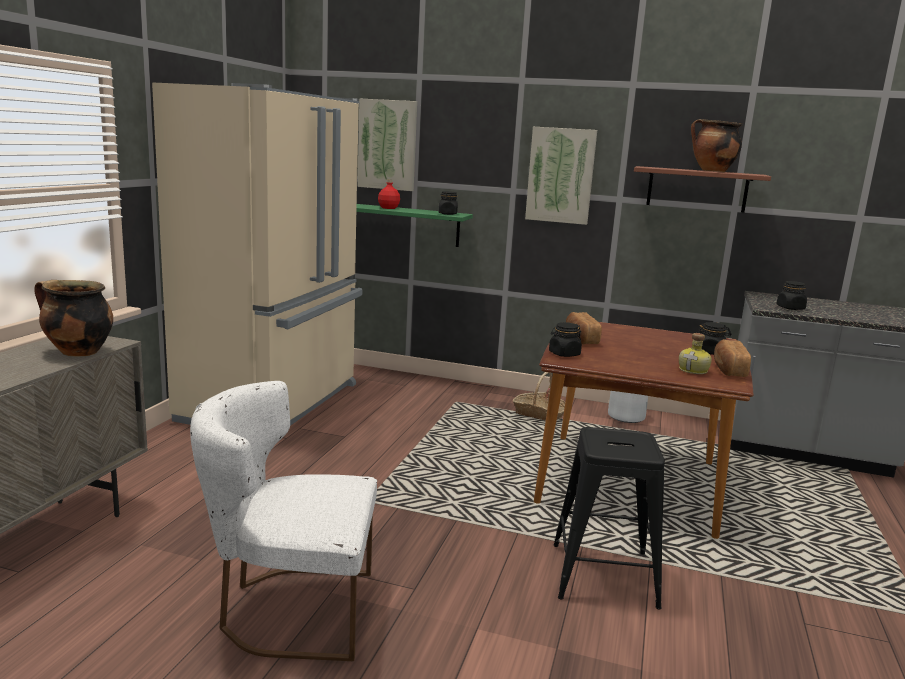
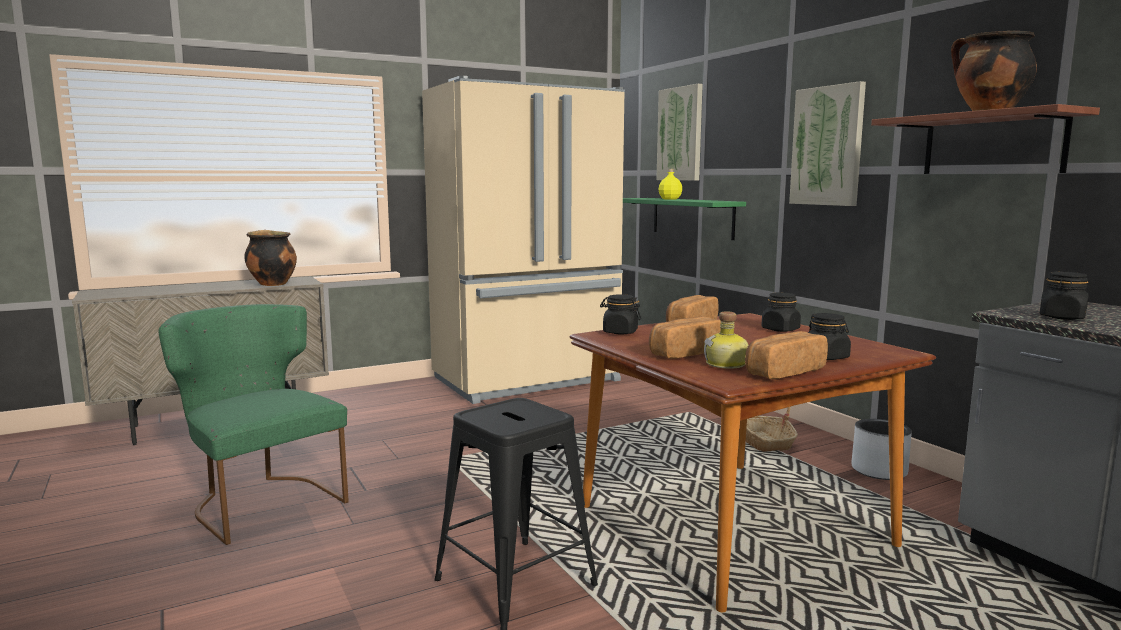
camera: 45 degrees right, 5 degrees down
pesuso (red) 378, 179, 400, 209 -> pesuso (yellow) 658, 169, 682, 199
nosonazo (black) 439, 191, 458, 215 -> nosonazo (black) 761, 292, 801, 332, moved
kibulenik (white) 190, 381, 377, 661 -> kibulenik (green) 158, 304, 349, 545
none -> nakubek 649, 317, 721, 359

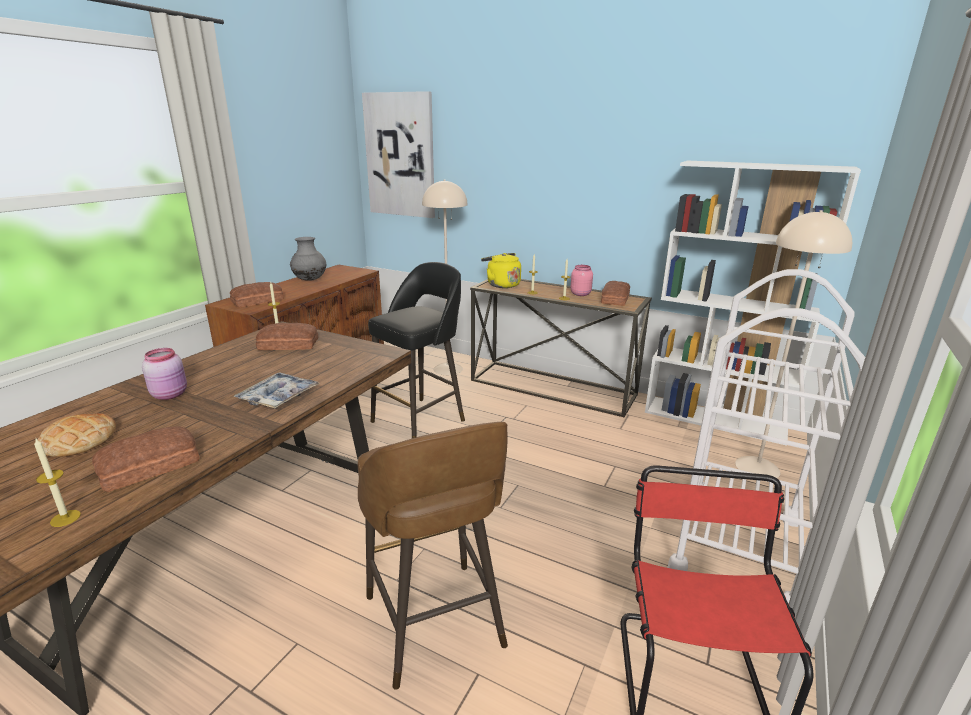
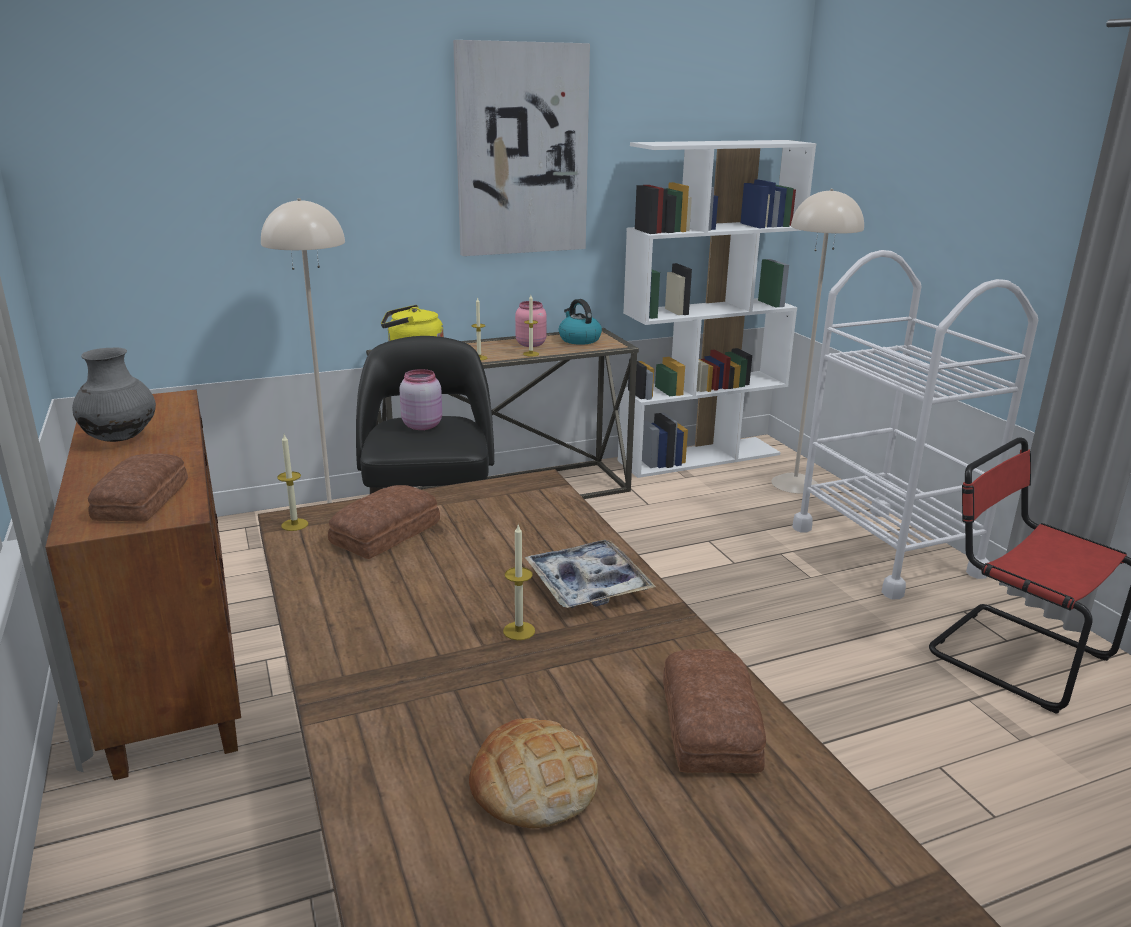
camera: 50 degrees left, 0 degrees up
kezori 362, 91, 435, 218 -> kezori 453, 40, 590, 256, moved
nakubek 601, 281, 630, 306 -> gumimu 559, 299, 602, 345
nosonazo (pink) 142, 348, 187, 400 -> nosonazo (pink) 399, 369, 442, 430, moved
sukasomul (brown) 358, 422, 508, 690 -> none
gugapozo 34, 439, 81, 527 -> gugapozo 503, 525, 535, 640, moved

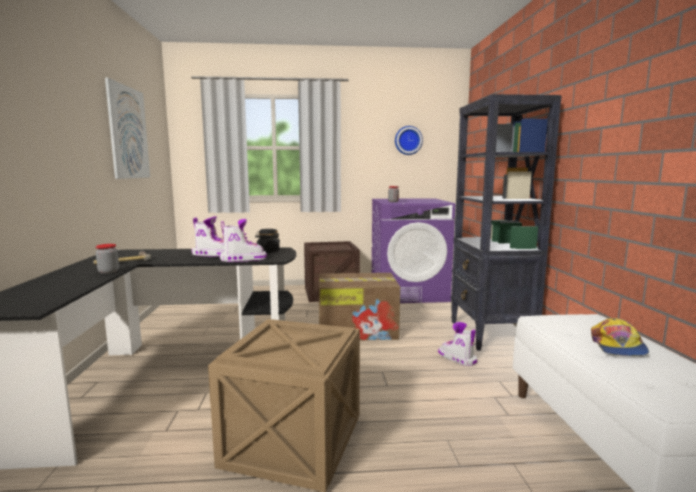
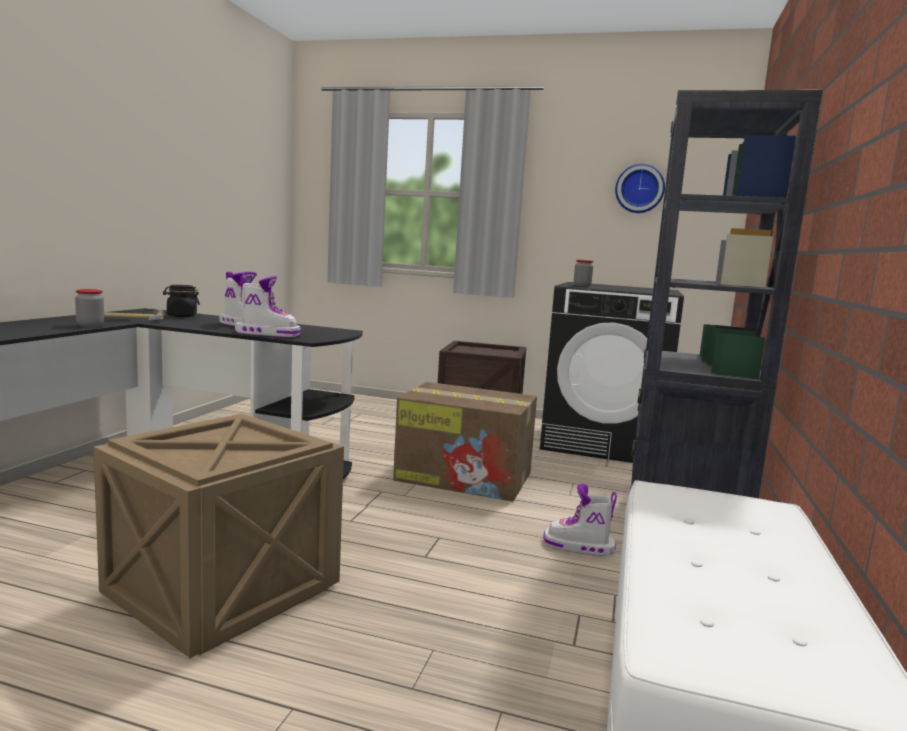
camera: 20 degrees right, 0 degrees up
kezori 105, 78, 150, 179 -> none
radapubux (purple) 372, 198, 455, 303 -> radapubux (black) 540, 282, 684, 463
nosonazo (black) 255, 229, 280, 253 -> nosonazo (black) 163, 285, 200, 317, moved
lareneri 591, 318, 649, 356 -> none
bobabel 438, 322, 477, 366 -> bobabel 543, 484, 617, 556, 60 degrees counterclockwise

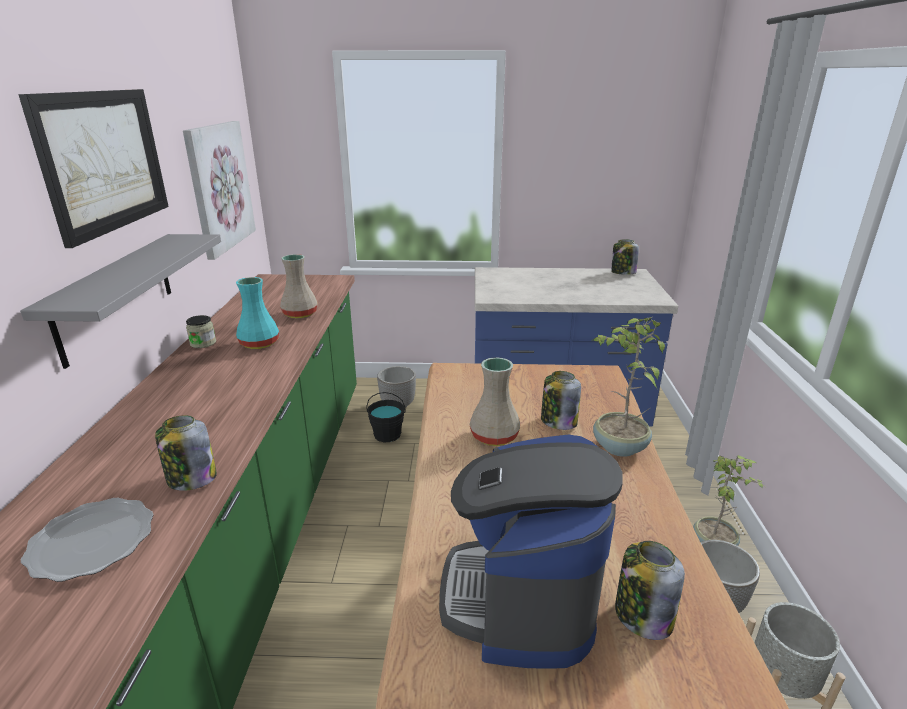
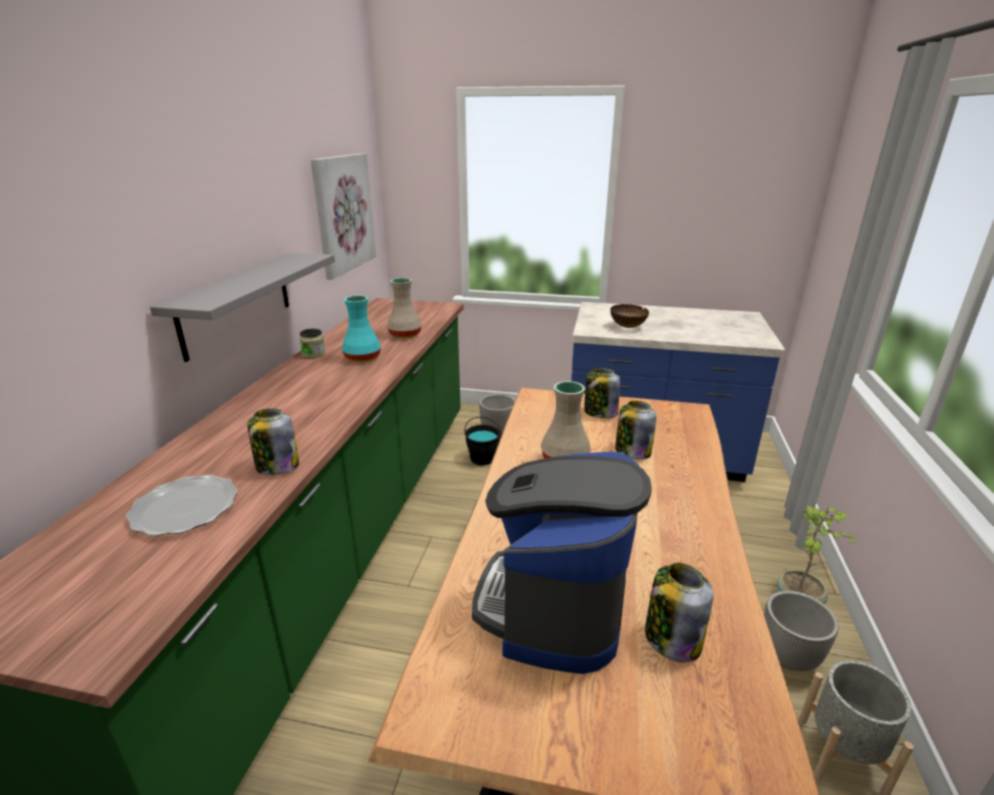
camera: 10 degrees right, 0 degrees up
kezori 18, 89, 169, 248 -> none
nosonazo 611, 240, 639, 275 -> nosonazo 584, 368, 620, 418, moved
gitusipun 591, 317, 665, 457 -> none
none -> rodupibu 610, 304, 649, 328

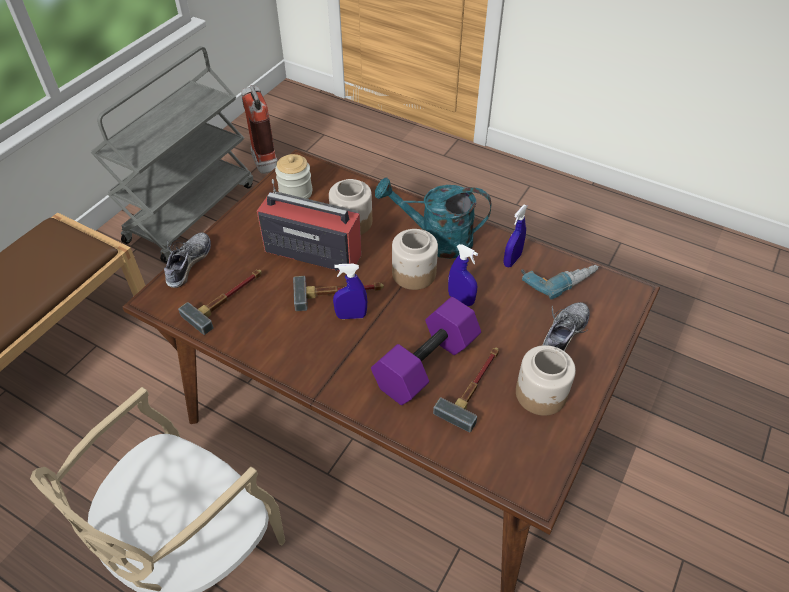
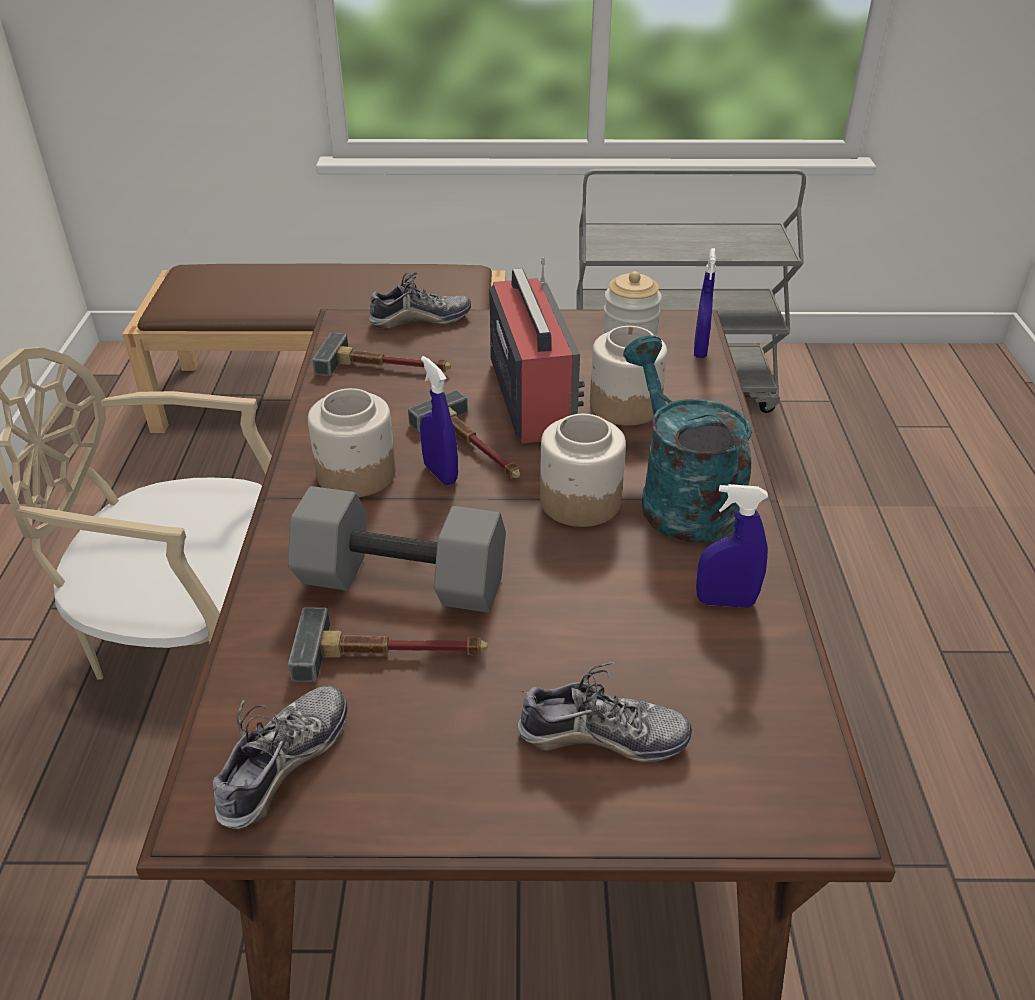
camera: 60 degrees right, 10 degrees down
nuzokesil 241, 85, 278, 174 -> none
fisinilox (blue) 448, 244, 478, 306 -> fisinilox (blue) 694, 248, 716, 358, moved
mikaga 521, 265, 599, 300 -> none
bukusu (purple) 371, 297, 481, 405 -> bukusu (grey) 288, 486, 506, 613
nosonazo 516, 345, 576, 416 -> nosonazo 308, 388, 396, 497, moved
none -> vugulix 213, 686, 347, 829

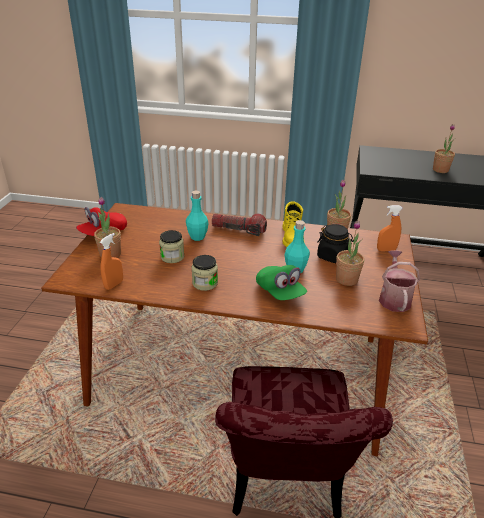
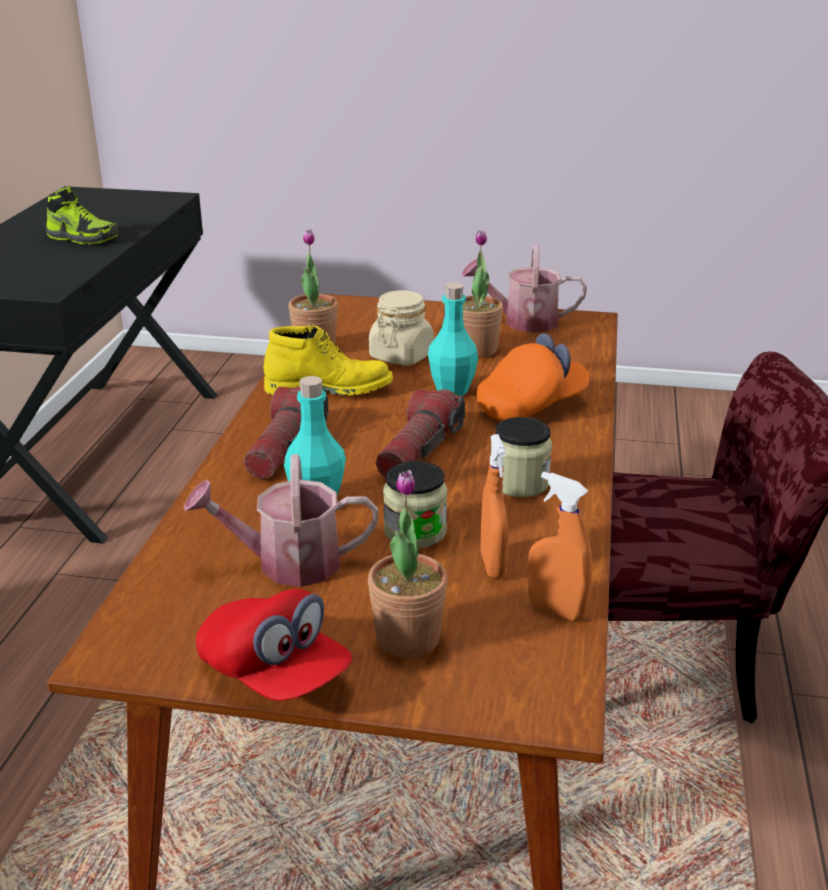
camera: 90 degrees left, 5 degrees down
gitusipun 433, 124, 455, 173 -> vugulix 46, 186, 118, 244
fisinilox (orange) 377, 205, 403, 251 -> fisinilox (orange) 480, 434, 508, 578, moved
nosonazo (black) 317, 224, 354, 263 -> nosonazo (beige) 369, 290, 434, 366
lareneri (green) 256, 265, 307, 300 -> lareneri (orange) 477, 333, 589, 421
none -> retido 376, 389, 465, 478
none -> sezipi 183, 454, 378, 587

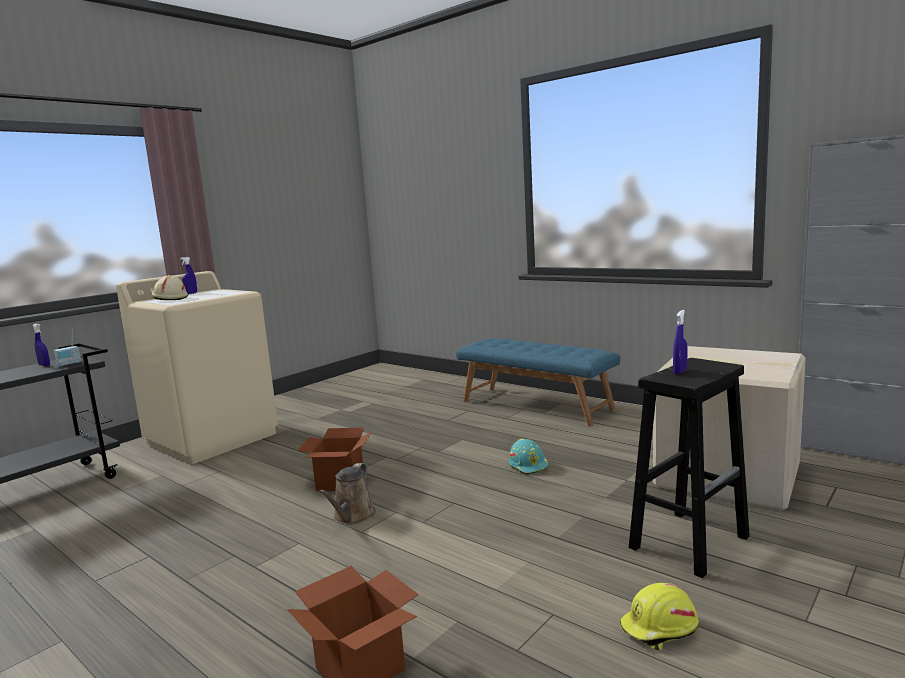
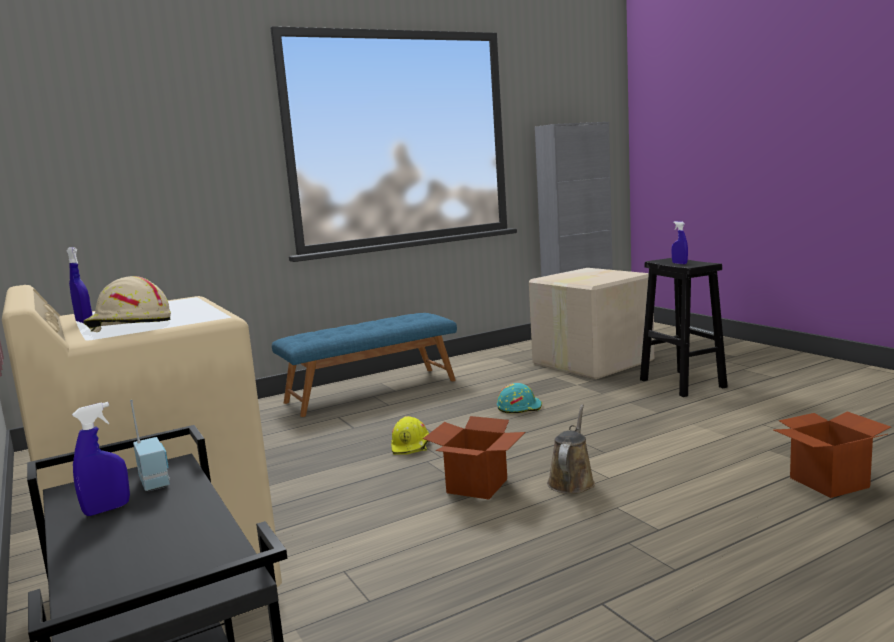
camera: 70 degrees left, 0 degrees up
sezipi (brown) 318, 463, 376, 525 -> sezipi (brown) 547, 404, 595, 494, 105 degrees counterclockwise
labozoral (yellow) 620, 583, 699, 650 -> labozoral (yellow) 391, 416, 429, 455, moved

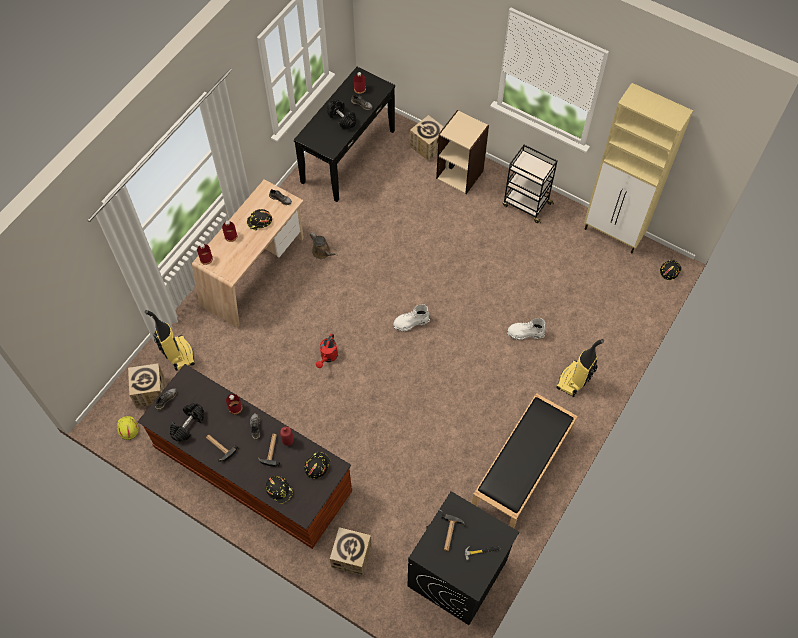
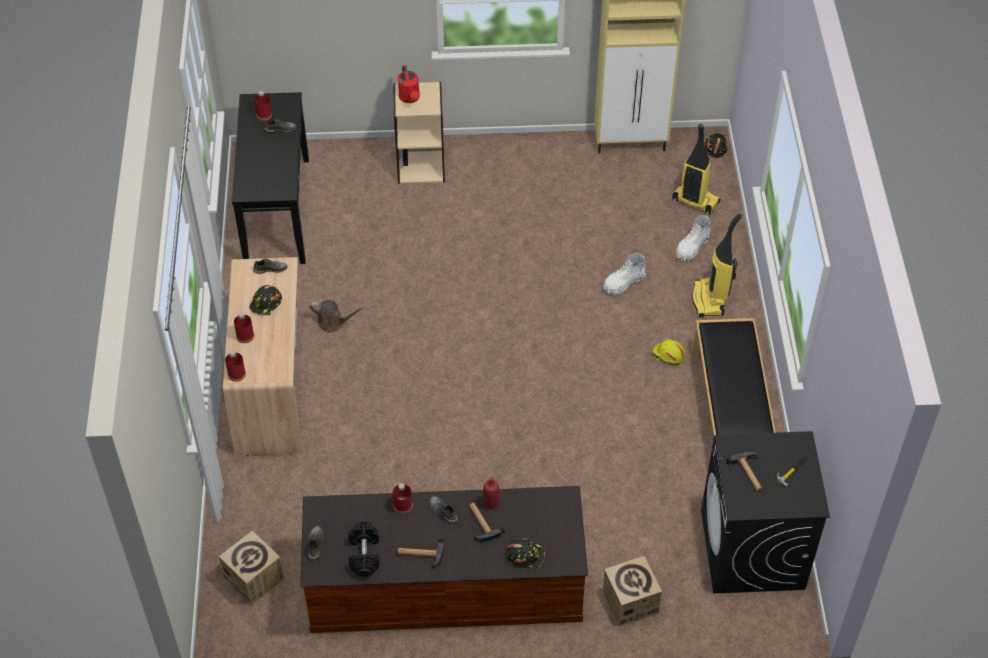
camera: 35 degrees left, 10 degrees down
bukusu (black) 327, 100, 356, 129 -> none
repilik 410, 115, 444, 161 -> none
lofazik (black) 503, 145, 558, 223 -> none
bobabel (white) 393, 304, 430, 332 -> bobabel (white) 676, 215, 711, 262, moved
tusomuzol 145, 310, 195, 371 -> tusomuzol 672, 124, 720, 215, moved
sezipi (red) 316, 334, 338, 368 -> sezipi (red) 398, 65, 420, 103, moved
labozoral (yellow) 117, 416, 139, 440 -> labozoral (yellow) 653, 339, 685, 365, moved
labozoral (black) 304, 452, 330, 479 -> none

